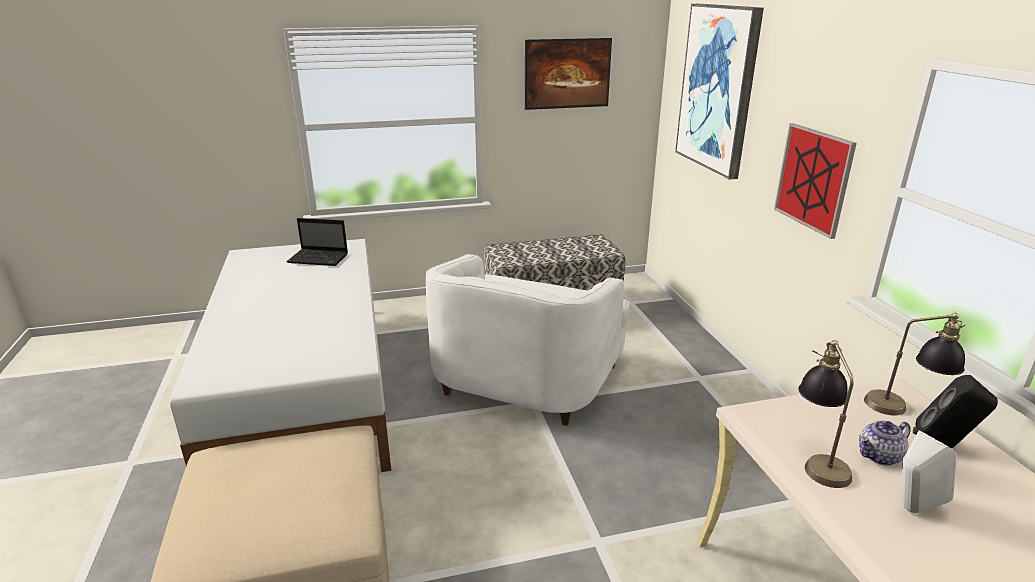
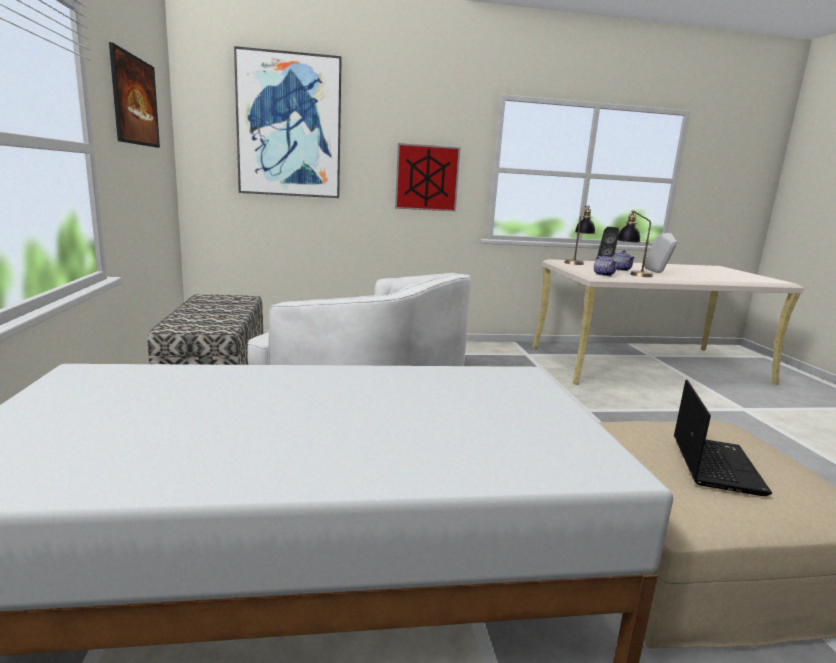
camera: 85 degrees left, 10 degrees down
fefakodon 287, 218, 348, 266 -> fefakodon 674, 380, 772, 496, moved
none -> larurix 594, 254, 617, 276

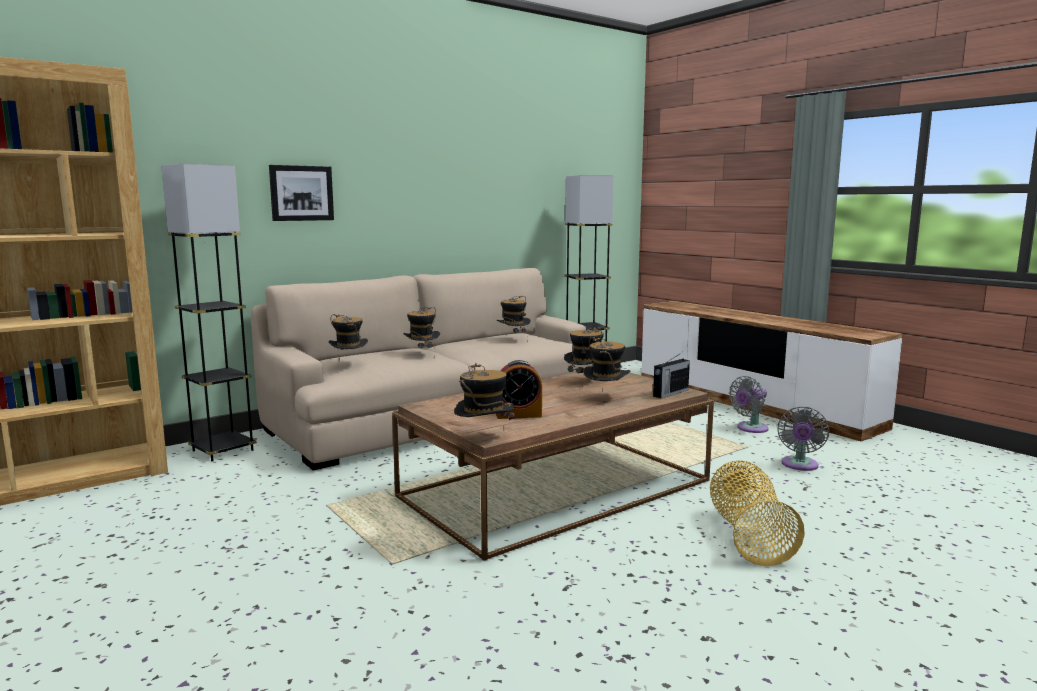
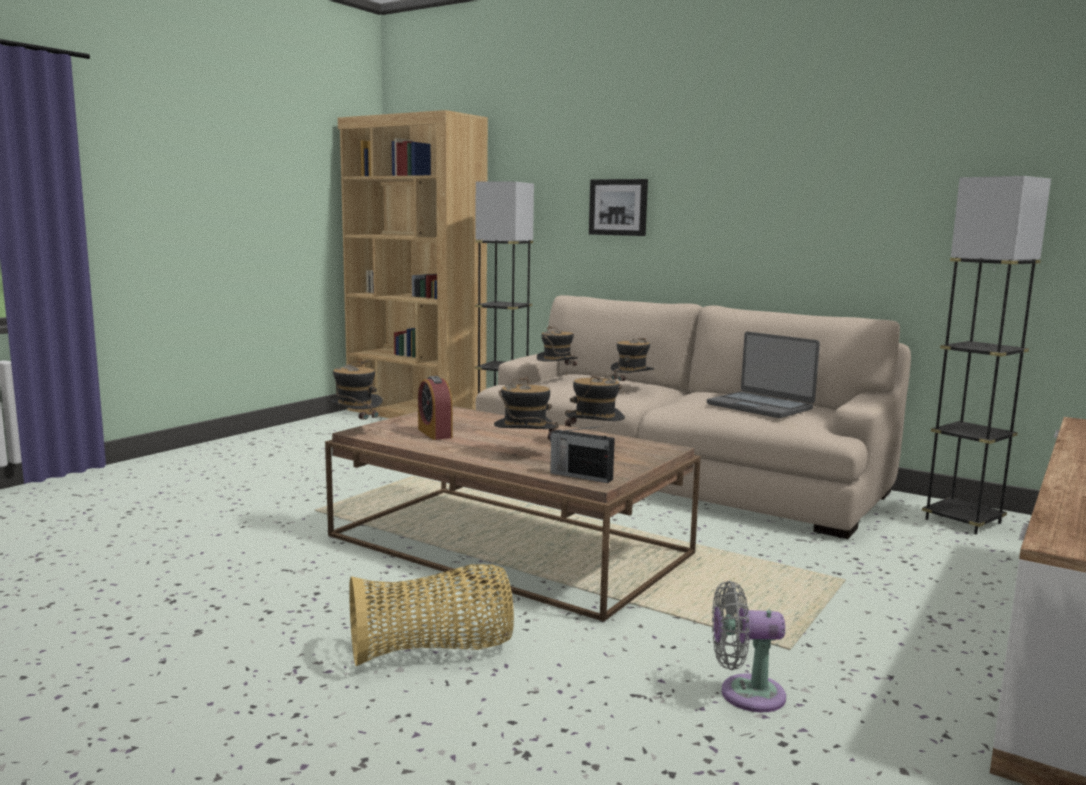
camera: 70 degrees right, 0 degrees up
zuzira 497, 296, 531, 333 -> fefakodon 707, 332, 820, 418
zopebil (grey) 729, 376, 768, 433 -> none

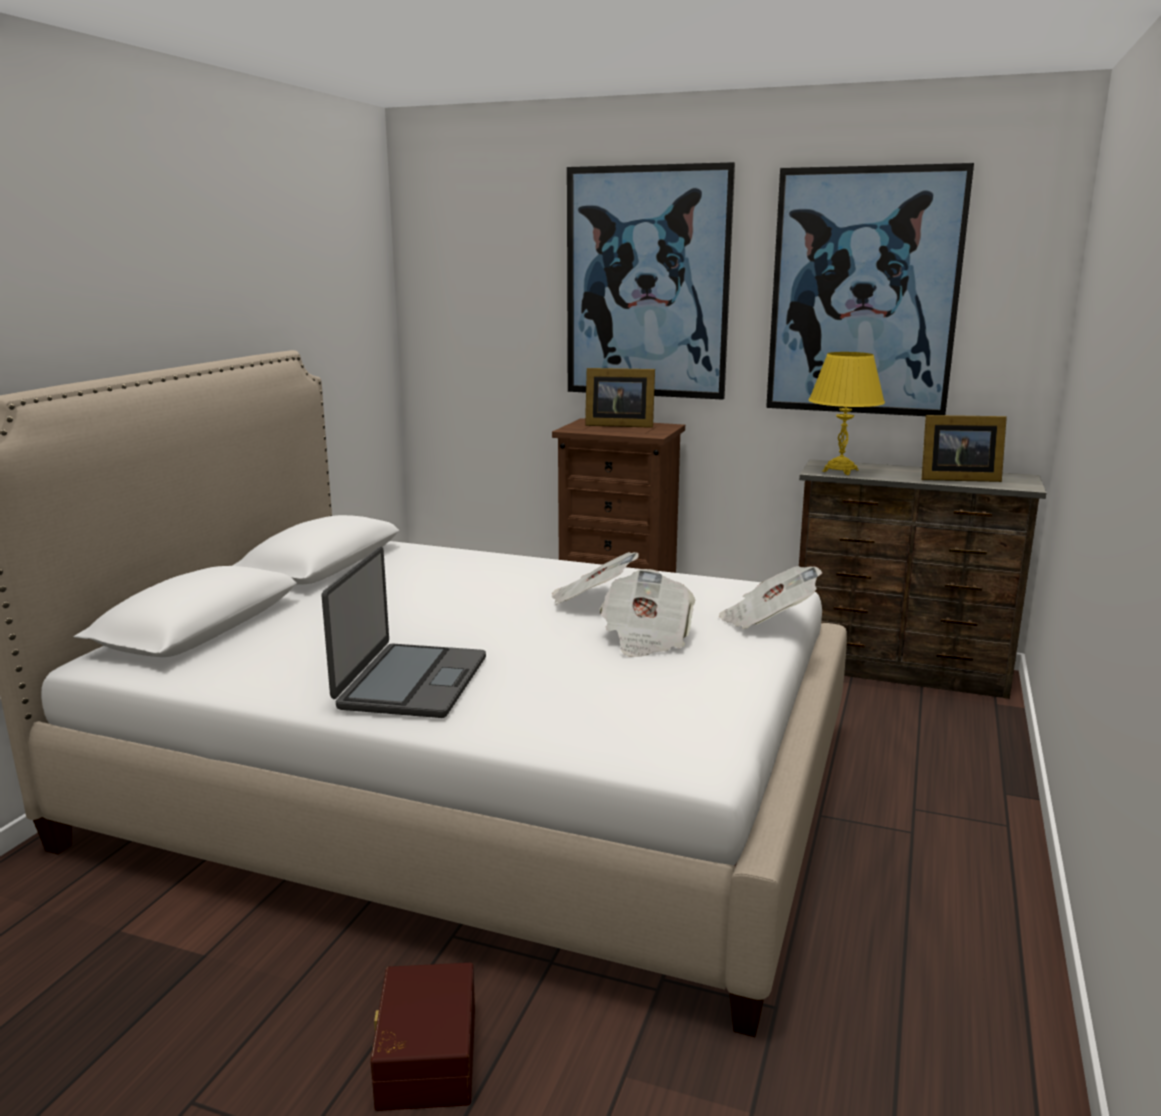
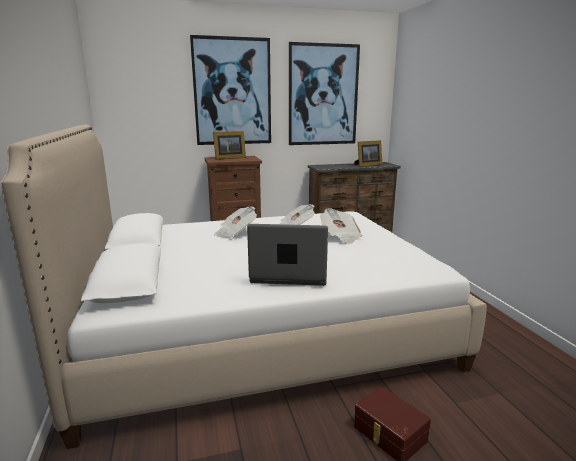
camera: 35 degrees left, 0 degrees up
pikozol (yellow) 809, 352, 885, 475 -> none
fefakodon 322, 547, 486, 718 -> fefakodon 247, 224, 328, 286, 60 degrees counterclockwise
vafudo 719, 566, 822, 629 -> vafudo 214, 206, 257, 238, moved

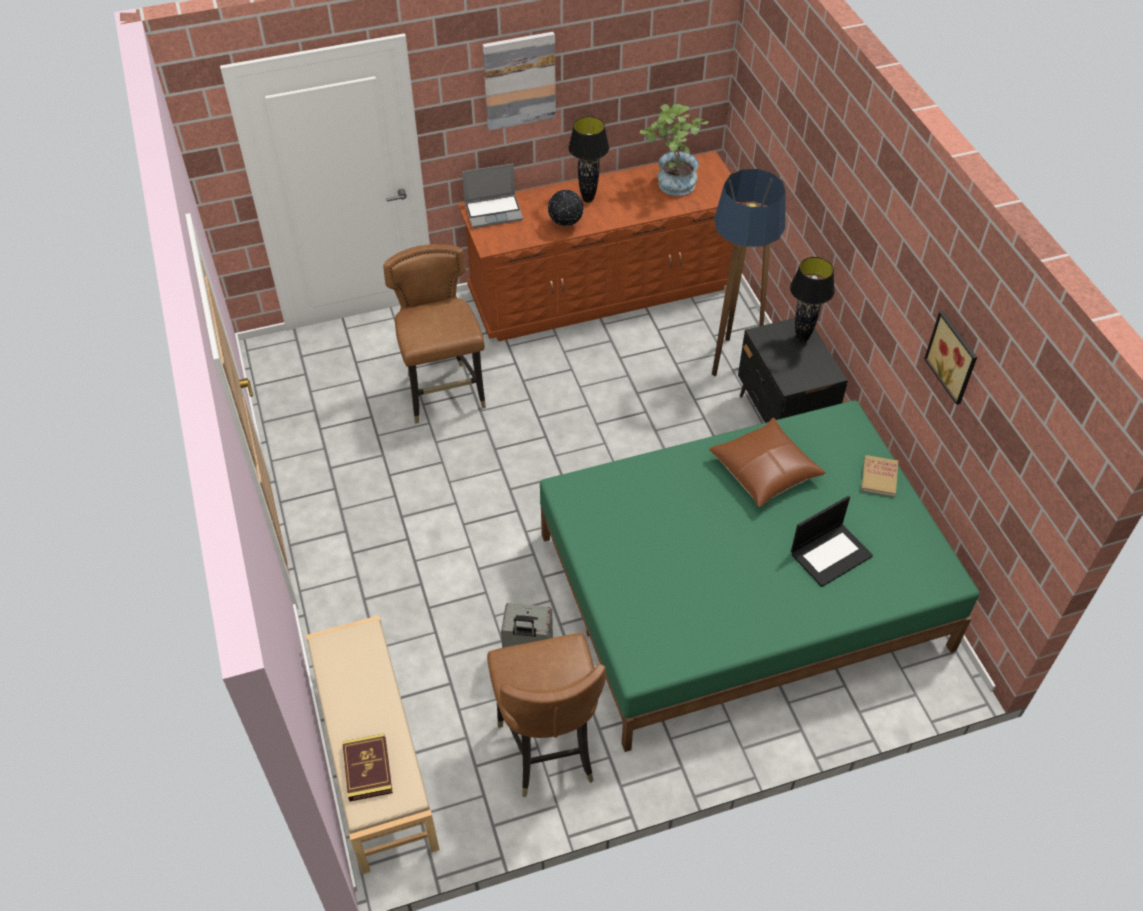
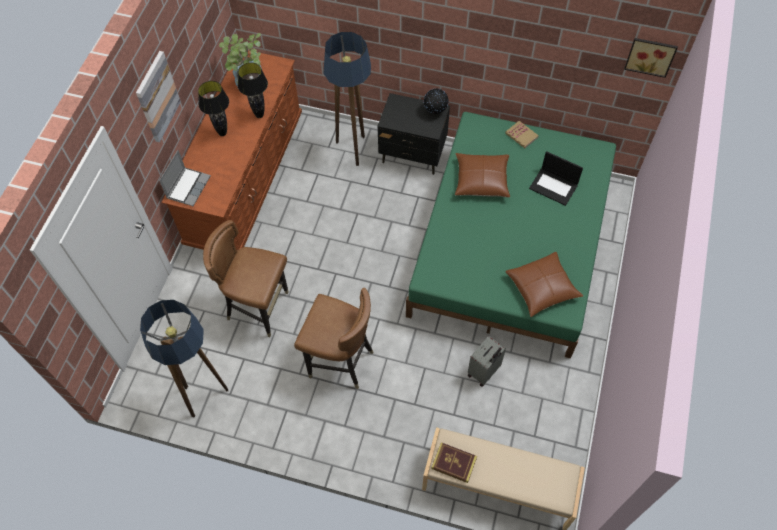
camera: 55 degrees left, 10 degrees up
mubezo 548, 189, 584, 227 -> mubezo 424, 88, 449, 114, moved
pikozol (black) 790, 257, 835, 343 -> pikozol (black) 238, 62, 268, 118, moved
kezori 924, 311, 977, 405 -> kezori 624, 38, 678, 78, moved
fefakodon 791, 496, 873, 587 -> fefakodon 529, 151, 583, 206, 120 degrees clockwise
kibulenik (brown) 487, 633, 606, 797 -> kibulenik (brown) 294, 288, 374, 389, moved
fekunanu 342, 733, 393, 802 -> fekunanu 431, 442, 477, 483, moved
none -> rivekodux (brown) 505, 252, 583, 317
none -> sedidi 140, 300, 228, 417

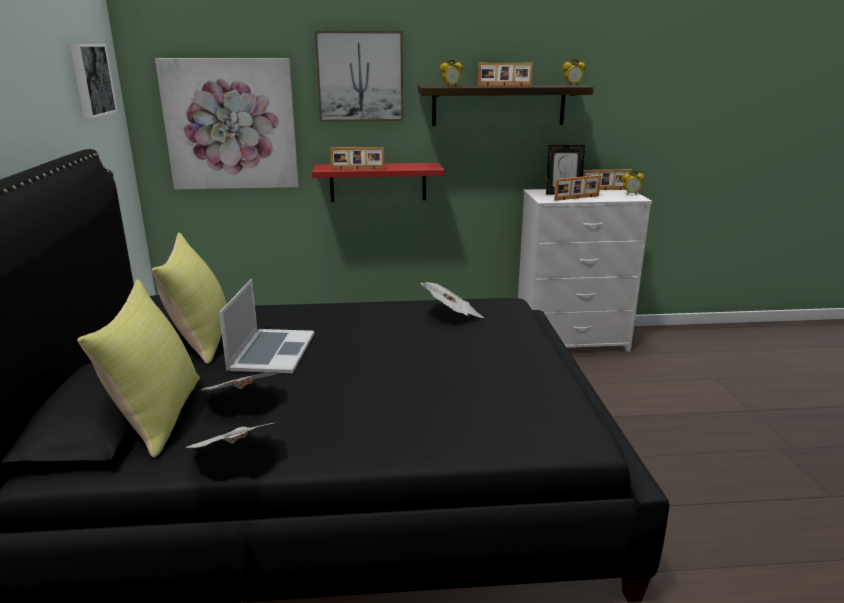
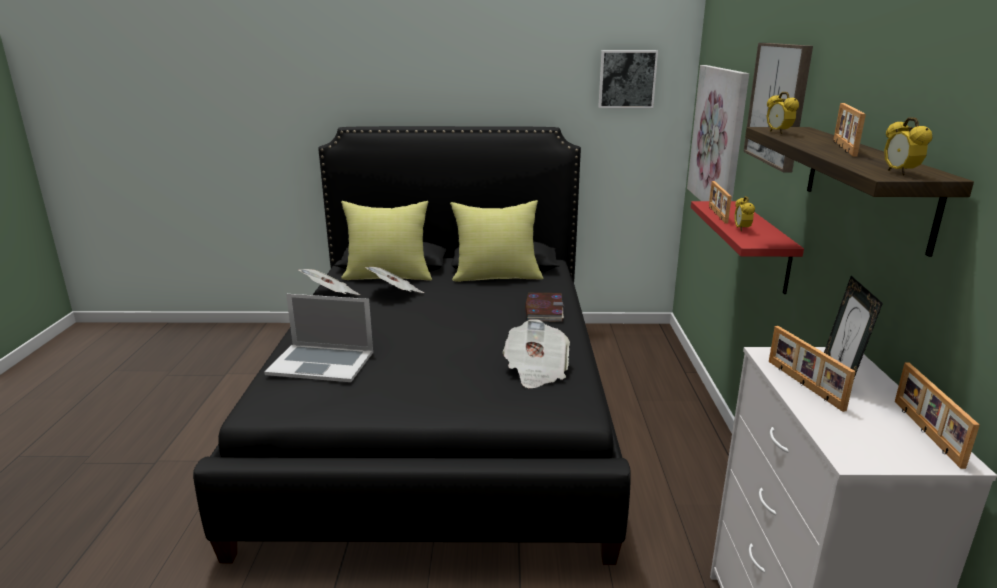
camera: 95 degrees right, 0 degrees up
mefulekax 622, 171, 644, 195 -> mefulekax 735, 196, 755, 232, moved
fefakodon 219, 279, 314, 373 -> fefakodon 264, 294, 373, 382, moved
none -> fekunanu 525, 293, 565, 322

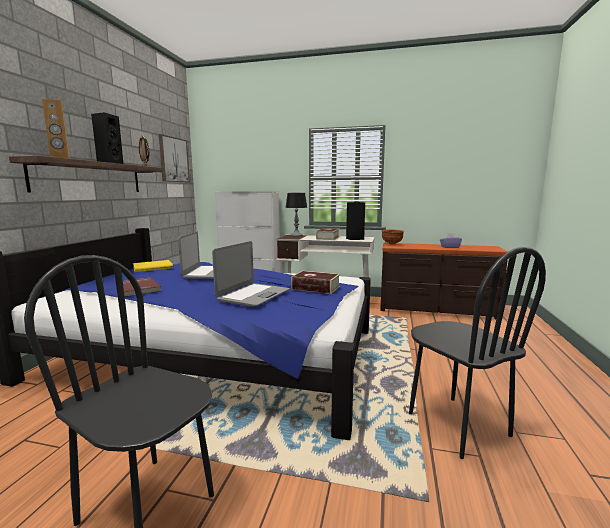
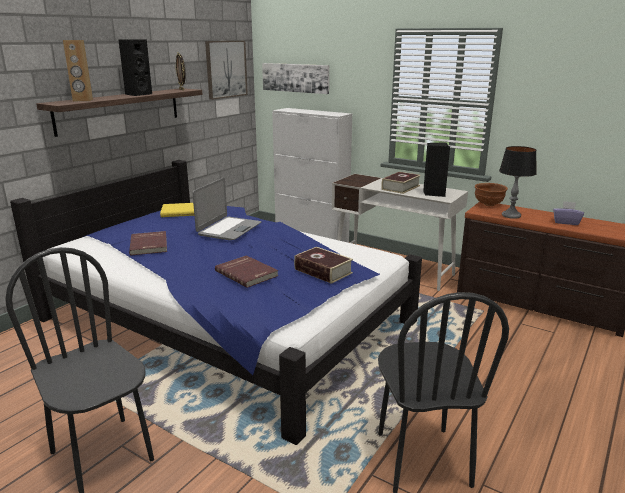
camera: 20 degrees right, 10 degrees up
pikozol 285, 193, 307, 237 -> pikozol 499, 146, 537, 219, moved
fefakodon 212, 241, 290, 306 -> fekunanu (red) 215, 255, 278, 288
none -> kezori 262, 63, 329, 94

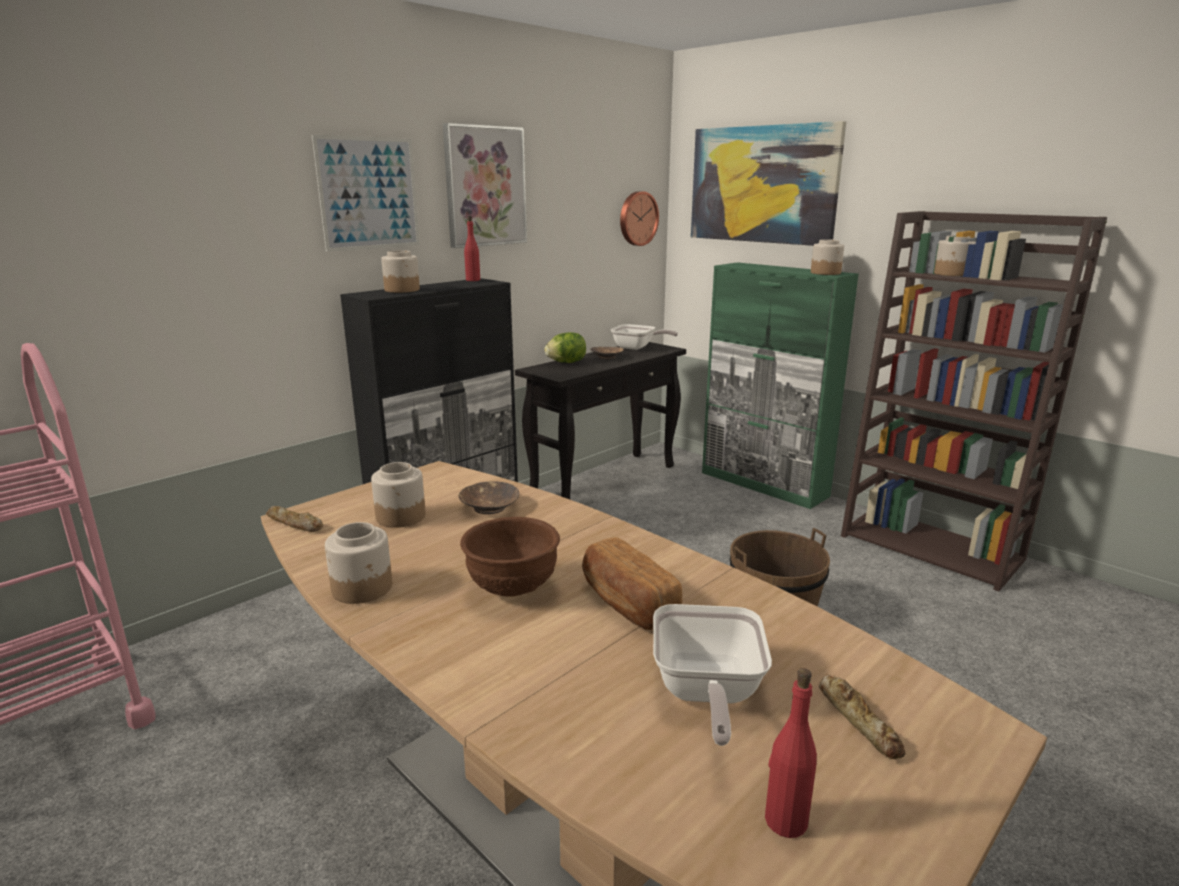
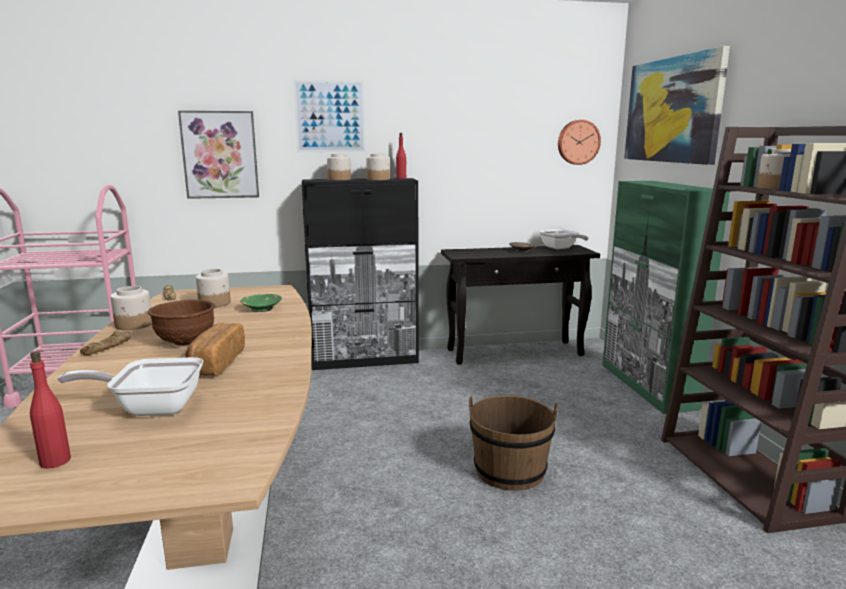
camera: 35 degrees right, 5 degrees down
kezori 443, 123, 527, 248 -> kezori 178, 110, 259, 199, moved
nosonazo 811, 239, 844, 275 -> nosonazo 366, 153, 390, 180, moved
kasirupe 544, 332, 586, 363 -> none
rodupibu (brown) 459, 481, 519, 514 -> rodupibu (green) 240, 294, 282, 312
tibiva 653, 604, 772, 746 -> tibiva 58, 357, 203, 416, 45 degrees clockwise
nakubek 819, 674, 906, 759 -> nakubek 80, 331, 131, 356, moved

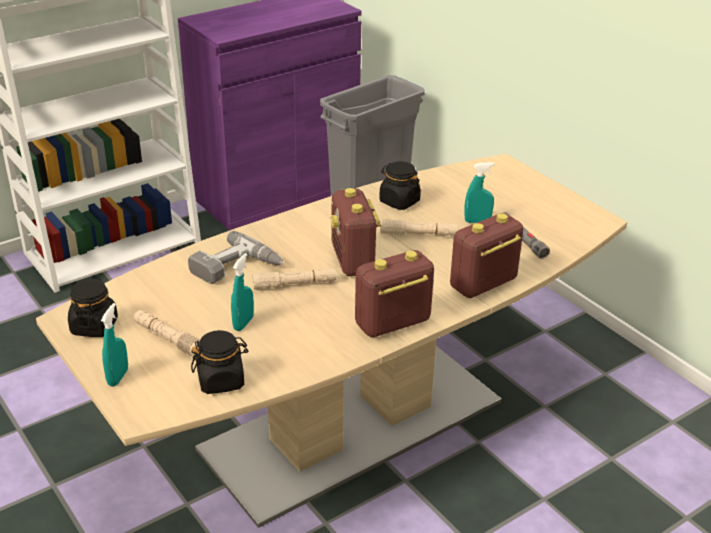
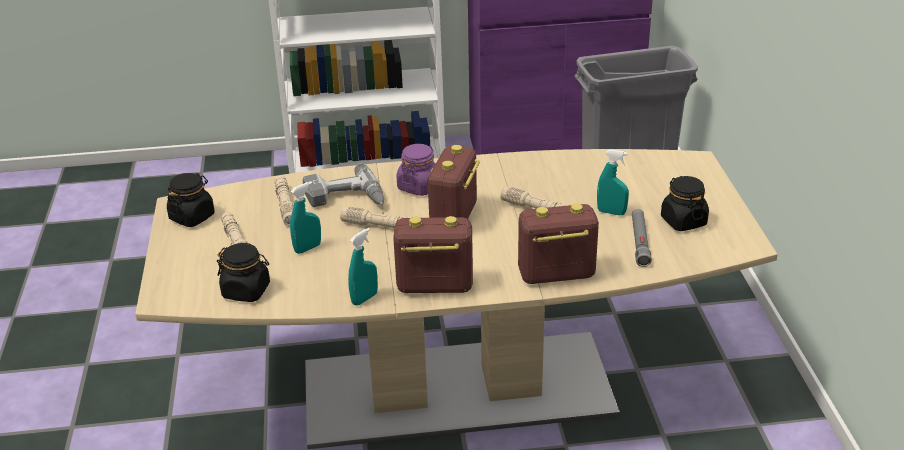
camera: 30 degrees right, 0 degrees up
nosonazo (black) 379, 161, 421, 210 -> nosonazo (black) 661, 176, 709, 231, moved
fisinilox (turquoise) 101, 303, 128, 387 -> fisinilox (turquoise) 348, 228, 378, 306, moved
none -> nosonazo (purple) 397, 144, 436, 196
none -> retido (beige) 274, 175, 294, 227

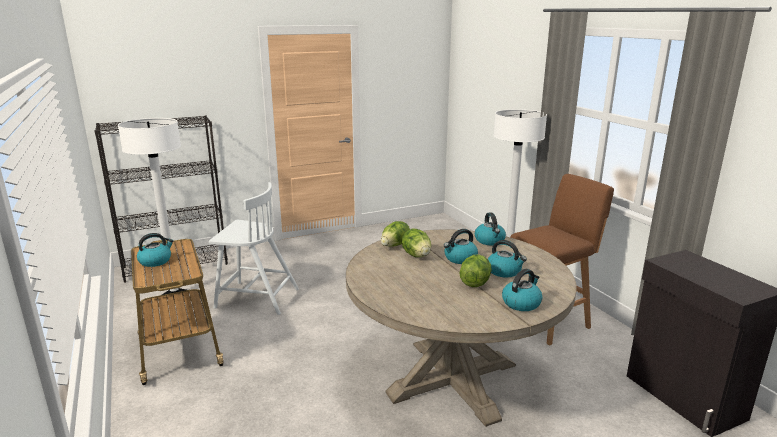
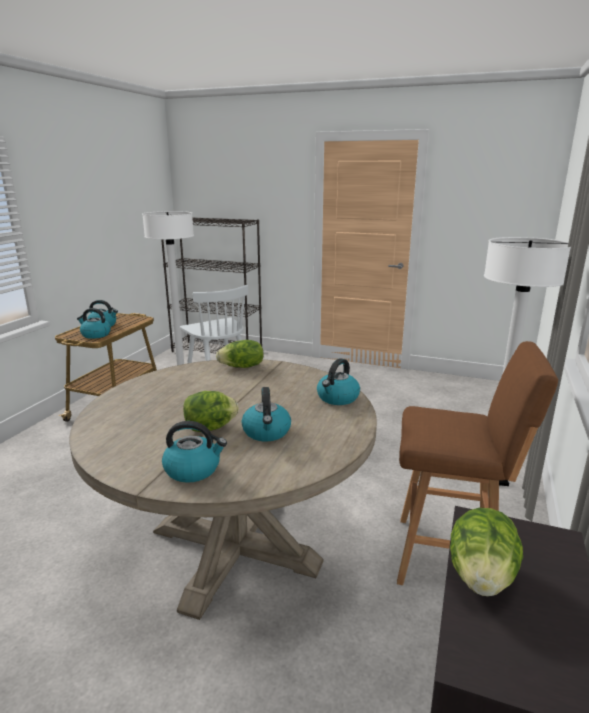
camera: 45 degrees right, 0 degrees up
kasirupe 402, 229, 431, 257 -> kasirupe 450, 508, 523, 597, moved
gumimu 444, 229, 478, 264 -> gumimu 77, 308, 111, 339, moved

